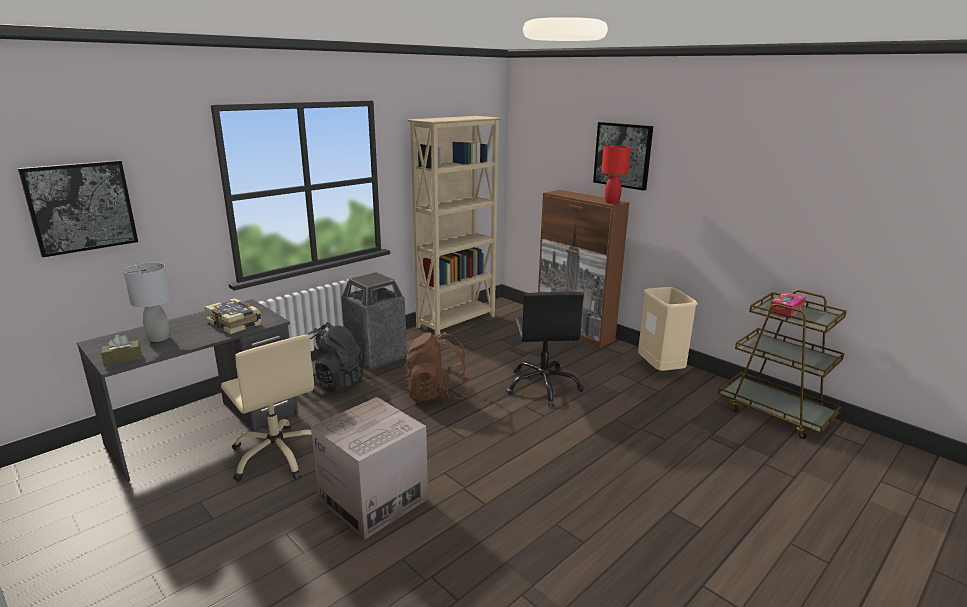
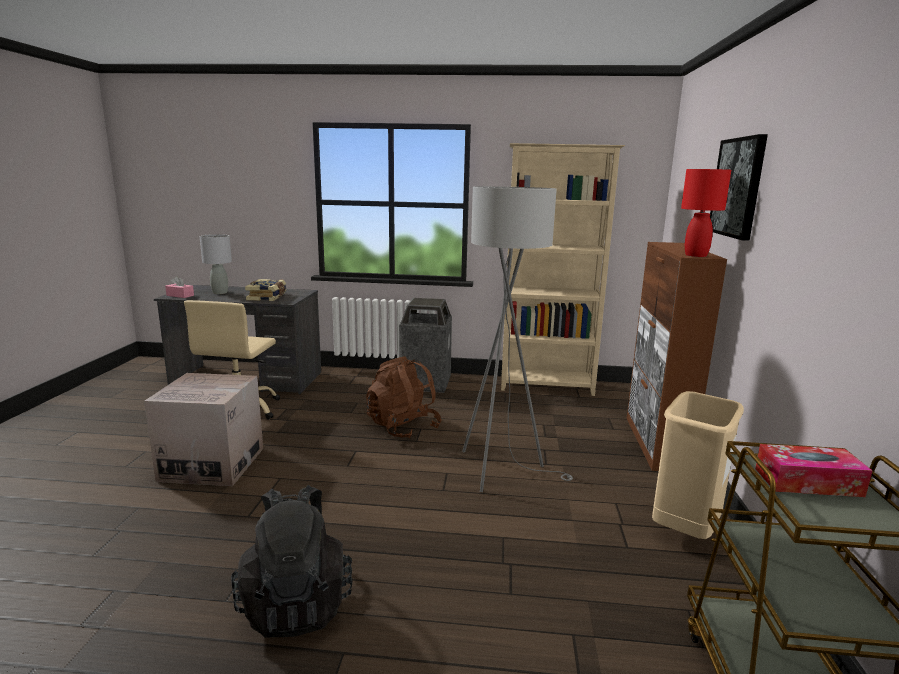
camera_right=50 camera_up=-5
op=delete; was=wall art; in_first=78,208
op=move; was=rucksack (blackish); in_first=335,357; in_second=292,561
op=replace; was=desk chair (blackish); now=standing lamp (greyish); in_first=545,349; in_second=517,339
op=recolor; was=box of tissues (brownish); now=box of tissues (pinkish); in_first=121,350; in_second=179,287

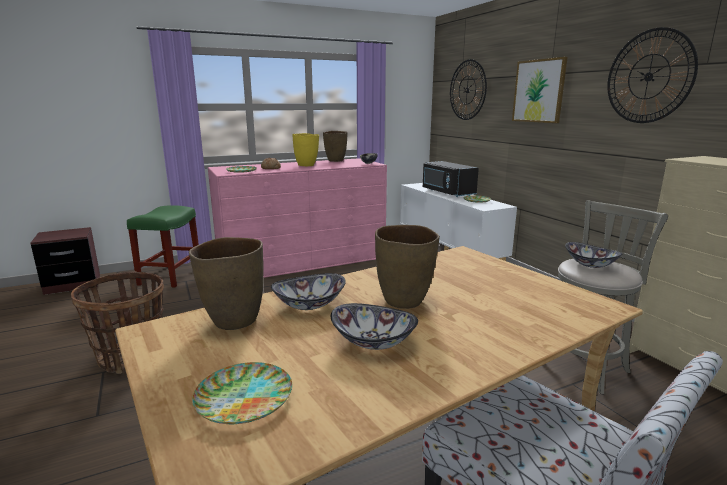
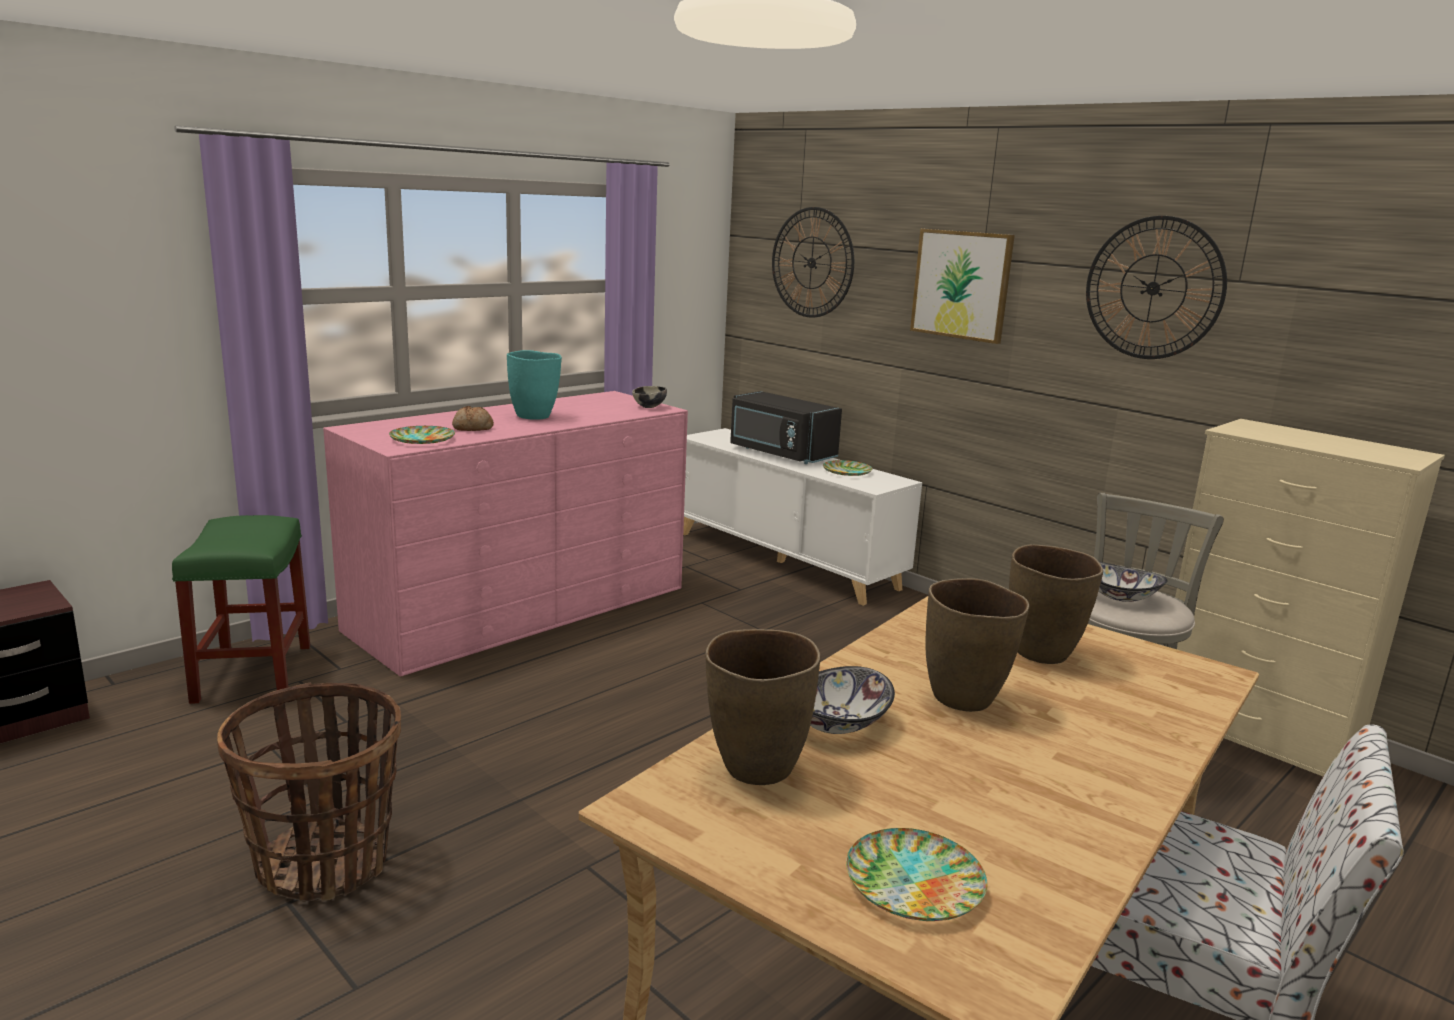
camera_right=-20 camera_up=0
op=delete; was=deep dish; in_first=374,326
op=move; was=vase (brownish); in_first=335,146; in_second=1056,604
op=recolor; was=vase (yellow-coloured); now=vase (turquoise); in_first=305,149; in_second=534,385

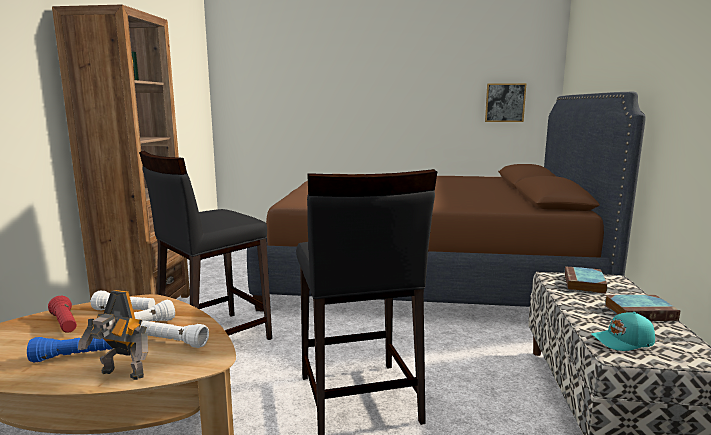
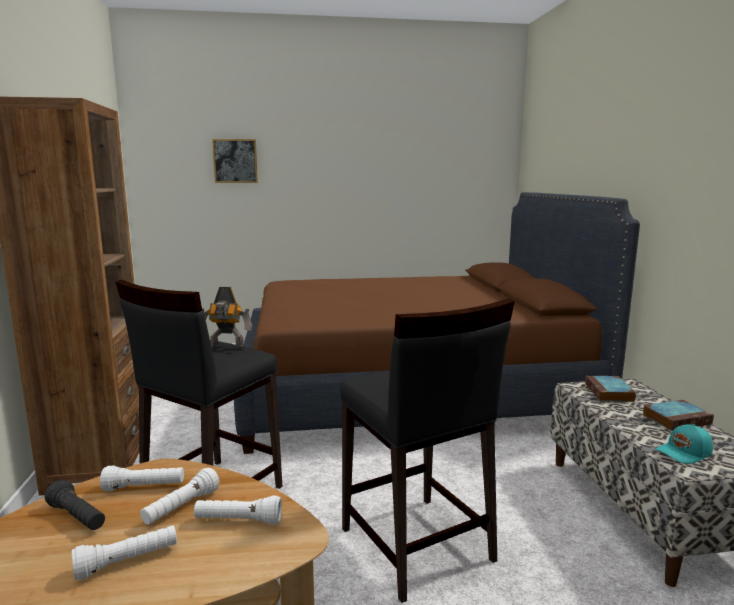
camera_right=-15 camera_up=0
op=move; was=robot figure; in_first=113,335; in_second=227,318
op=move; was=wall art; in_first=506,102; in_second=235,161
op=recolor; was=hand torch (blue); now=hand torch (whitish); in_first=70,350; in_second=124,552
op=recolor; was=hand torch (reddish); now=hand torch (blackish); in_first=62,314; in_second=75,505

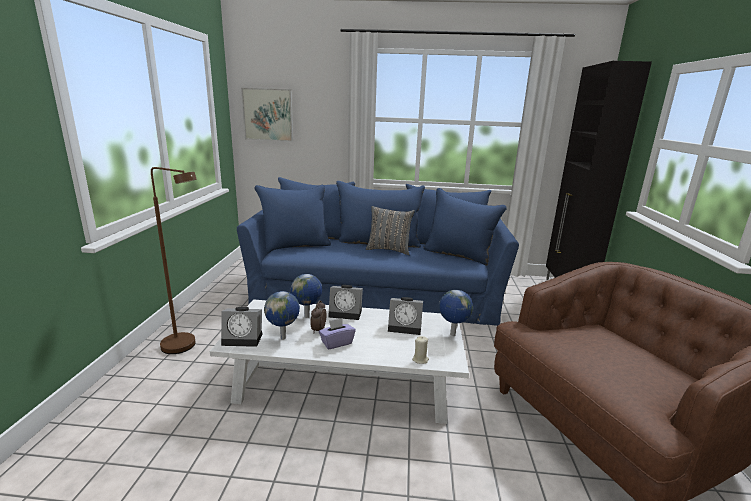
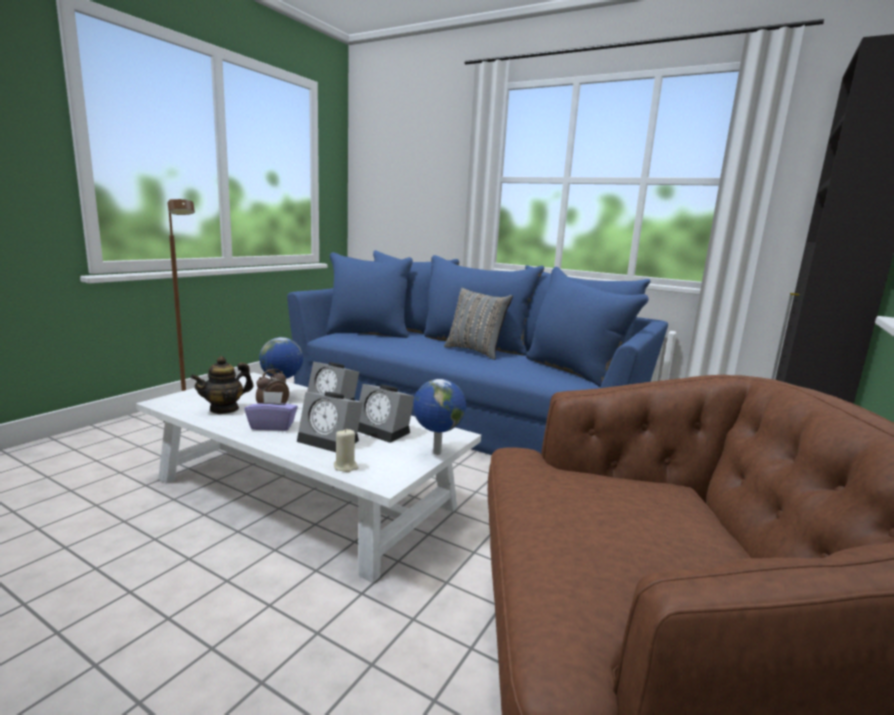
camera_right=25 camera_up=-5
op=delete; was=wall art; in_first=267,115
op=move; was=bedside clock; in_first=242,327; in_second=330,422
op=replace; was=desk globe; now=teapot; in_first=282,315; in_second=221,385

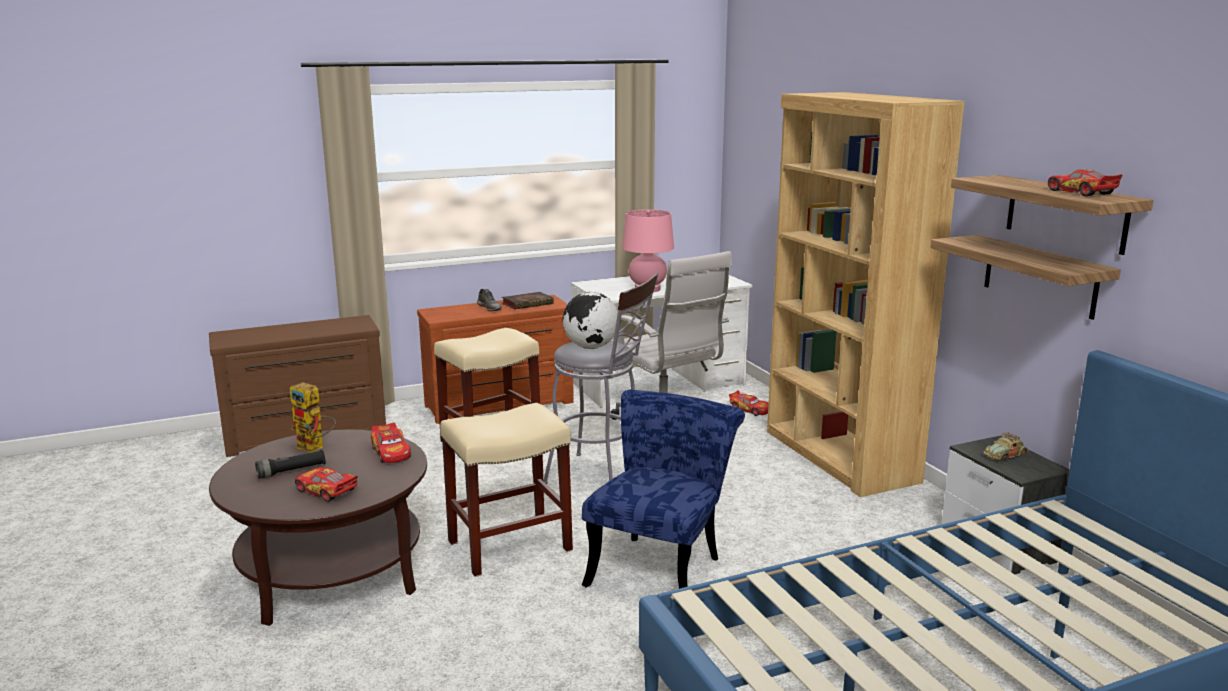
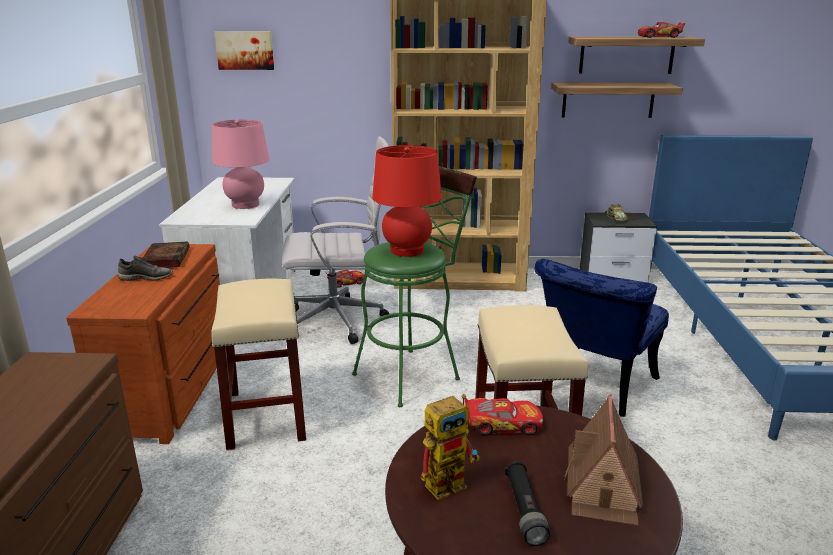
camera_right=-65 camera_up=5
op=insert; now=wall art; in_second=244,50
op=replace; was=toy car; now=miniature house; in_first=326,484; in_second=603,459
op=replace; was=desk globe; now=tabletop lamp (reddish); in_first=590,320; in_second=407,201
op=recolor; was=stool seat (greyish); now=stool seat (green); in_first=600,378; in_second=414,286
op=rotate; was=upright chair (blue); in_first=663,489; in_second=601,338; clockwise=-105

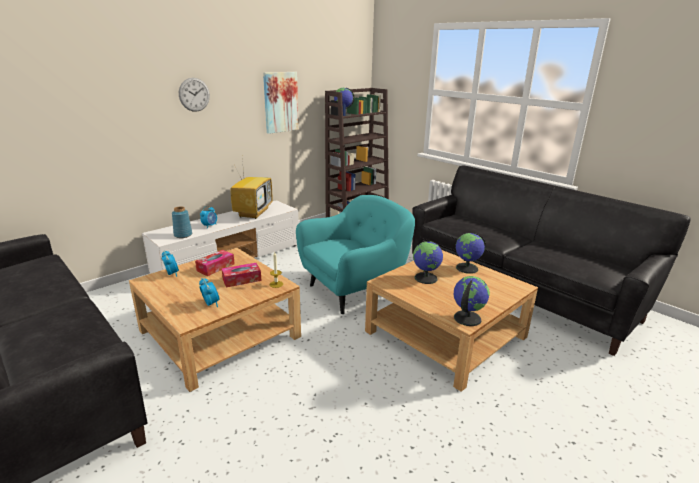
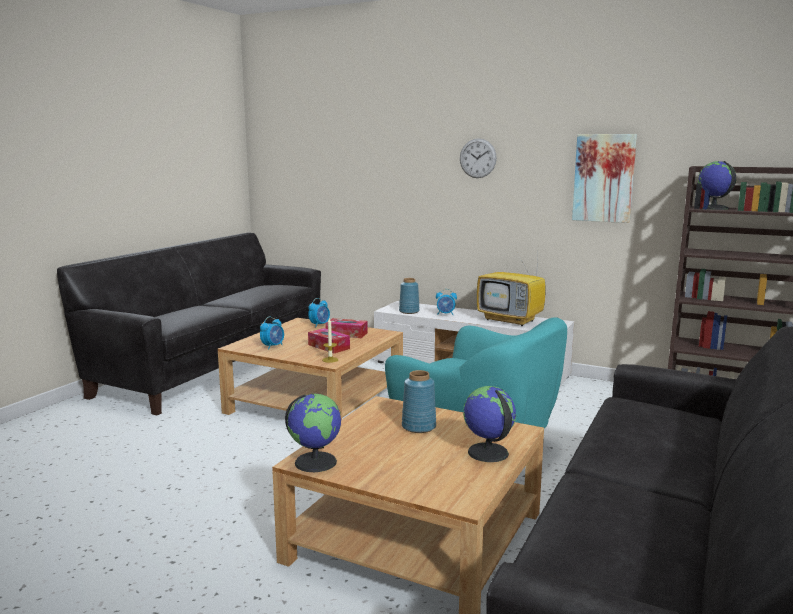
camera_right=70 camera_up=-10
op=replace; was=desk globe; now=vase (blue); in_first=428,262; in_second=419,401
op=rotate; was=TV set; in_first=251,189; in_second=511,288; clockwise=45

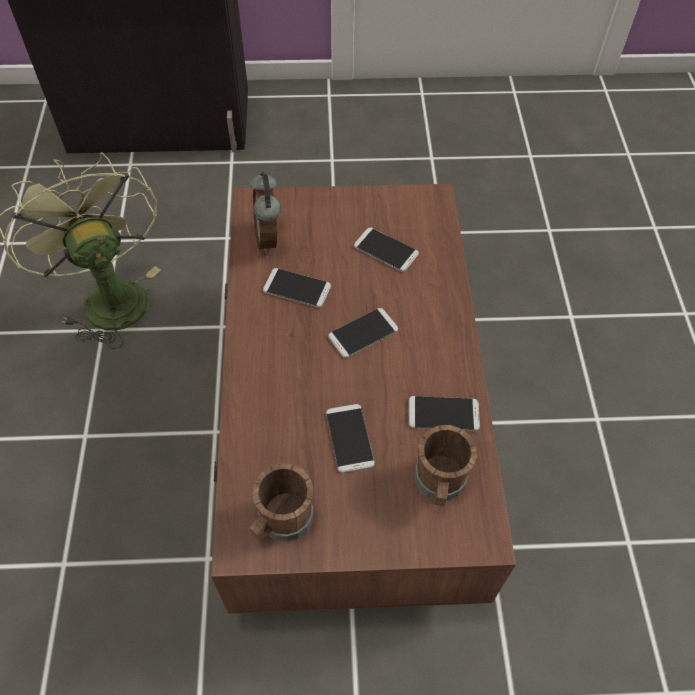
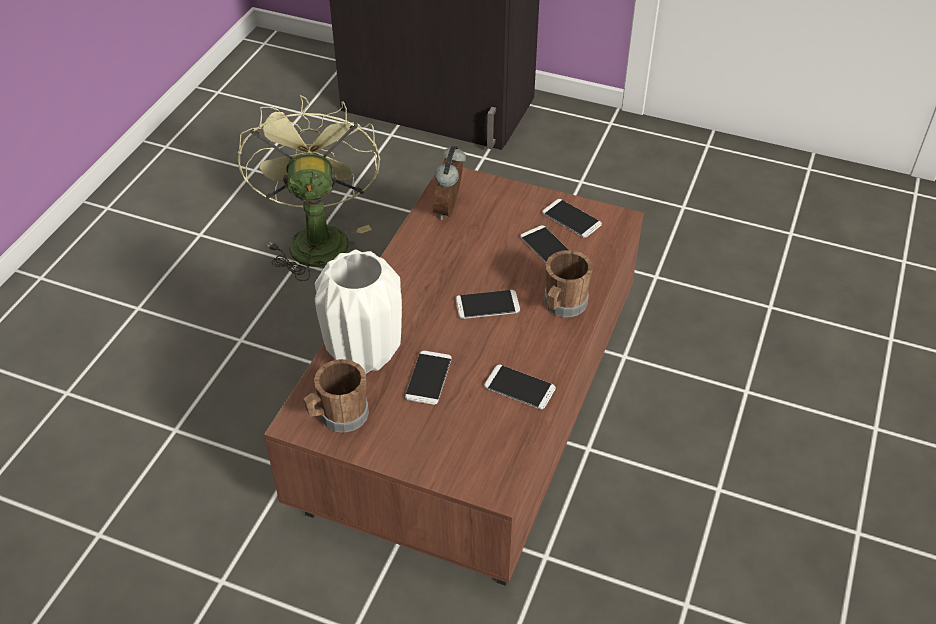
camera_right=25 camera_up=-10
op=insert; now=vase (whitish); in_second=358,312
op=move; was=phone; in_first=297,287; in_second=572,218
op=move; was=tea mug (brownish); in_first=446,465; in_second=568,283

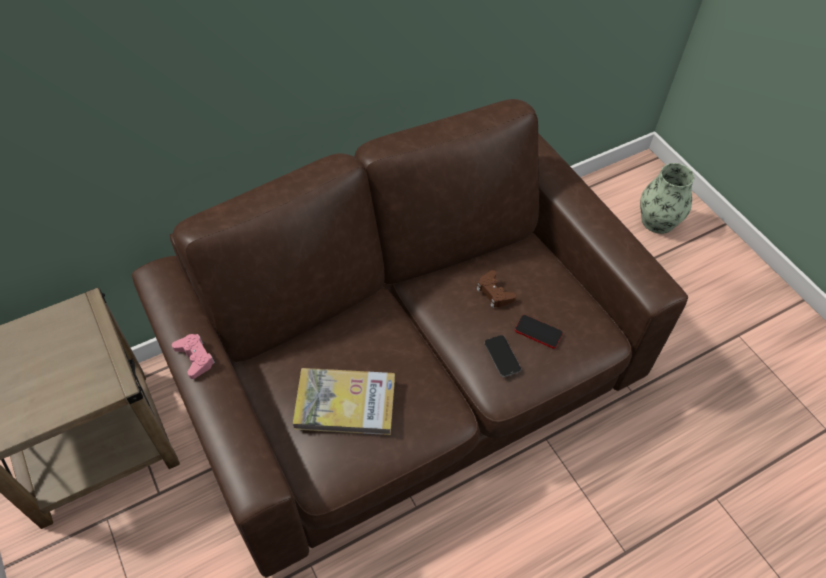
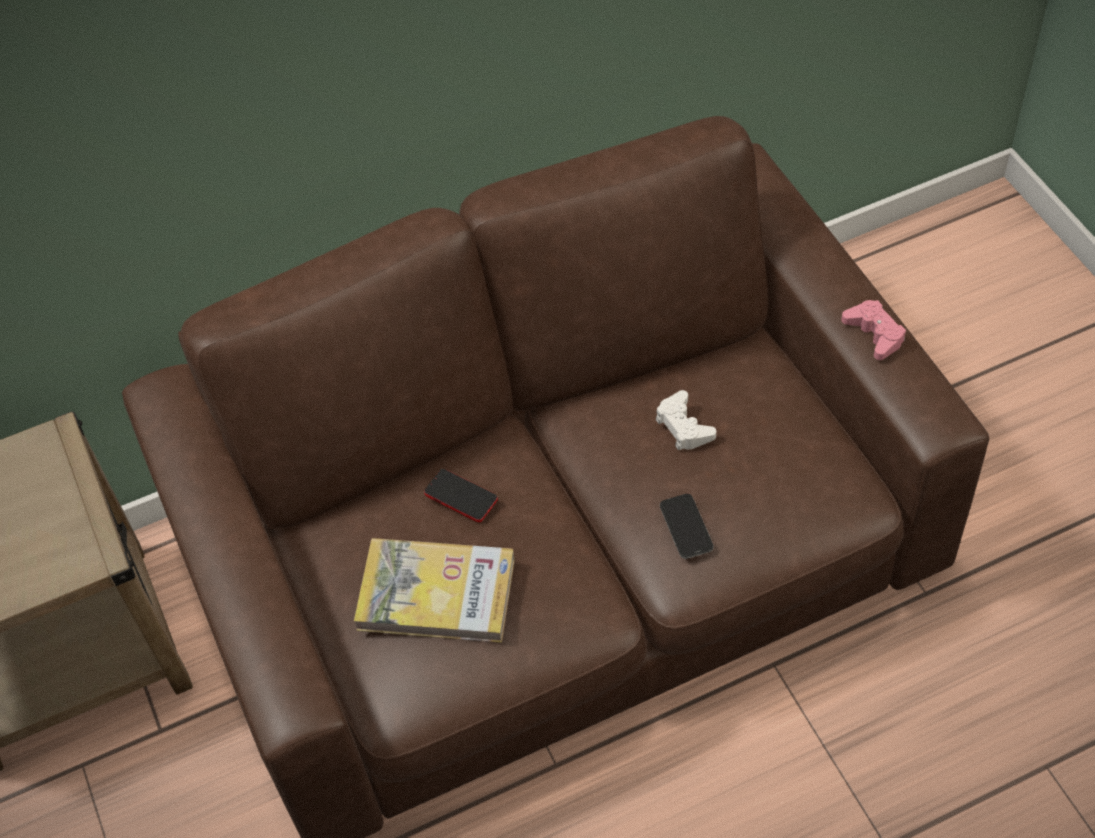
camera_right=10 camera_up=0
op=delete; was=vase; in_first=667,198
op=move; was=gamepad (pinkish); in_first=193,356; in_second=874,330
op=move; was=phone; in_first=539,332; in_second=461,495
op=recolor; was=gamepad (brownish); now=gamepad (whitish); in_first=496,289; in_second=686,420

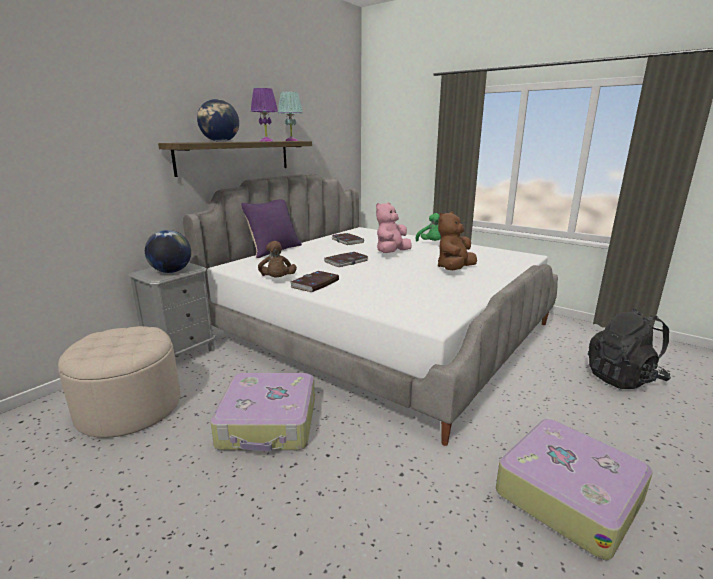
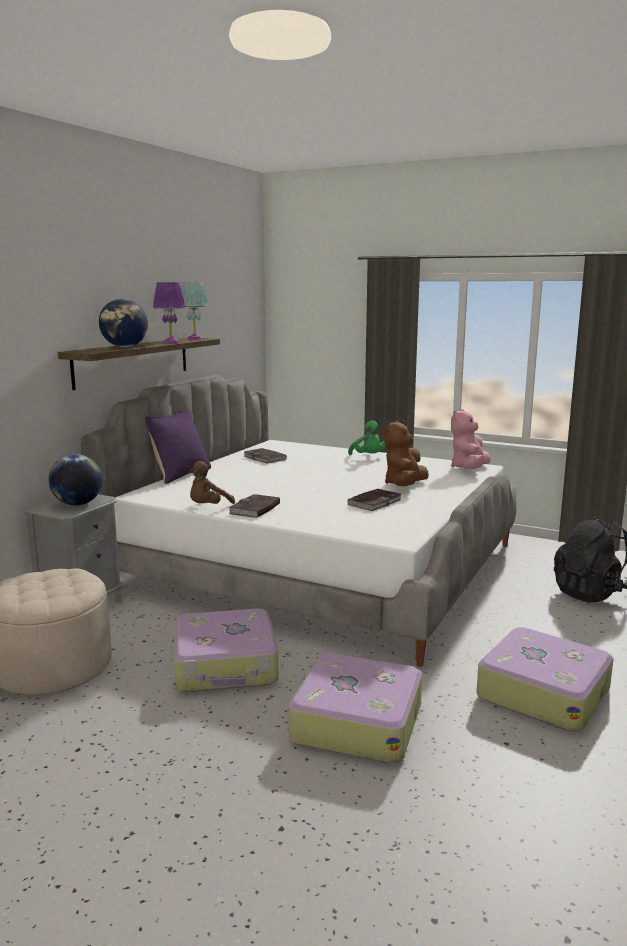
camera_right=-10 camera_up=-5
op=insert; now=piece of luggage; in_second=355,708
op=move; was=bound book; in_first=346,259; in_second=374,500
op=move; was=cuddly toy (pinkish); in_first=394,227; in_second=471,439
op=rotate; was=cuddly toy (brownish); in_first=277,259; in_second=212,482; clockwise=60

